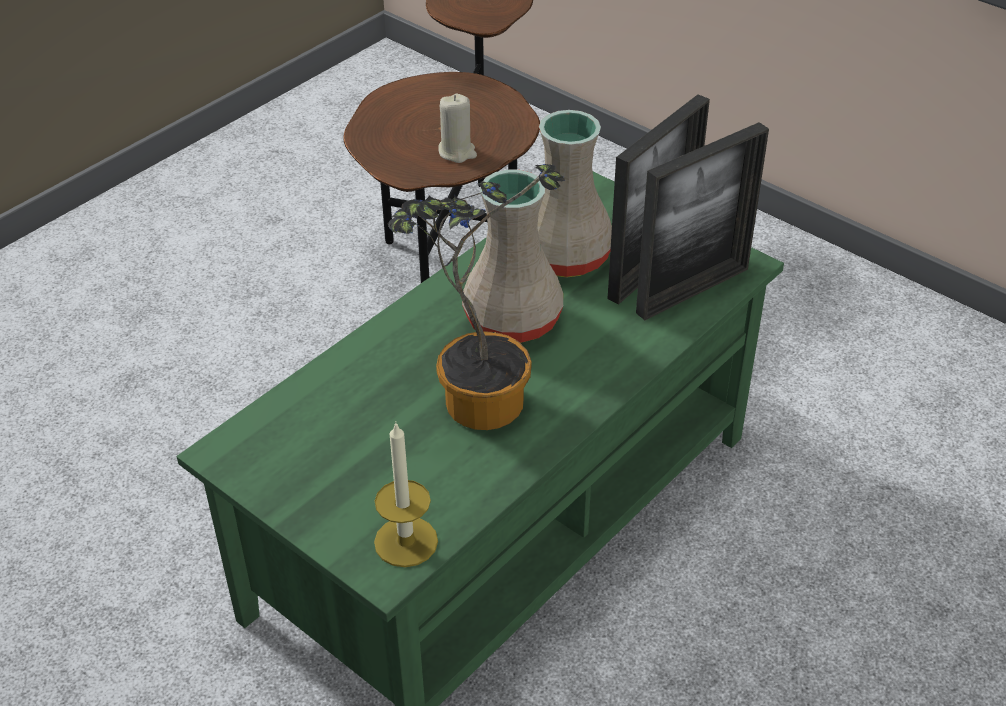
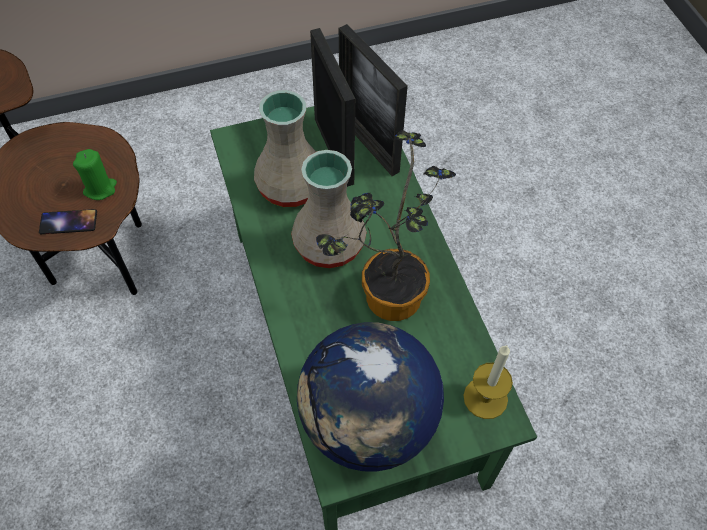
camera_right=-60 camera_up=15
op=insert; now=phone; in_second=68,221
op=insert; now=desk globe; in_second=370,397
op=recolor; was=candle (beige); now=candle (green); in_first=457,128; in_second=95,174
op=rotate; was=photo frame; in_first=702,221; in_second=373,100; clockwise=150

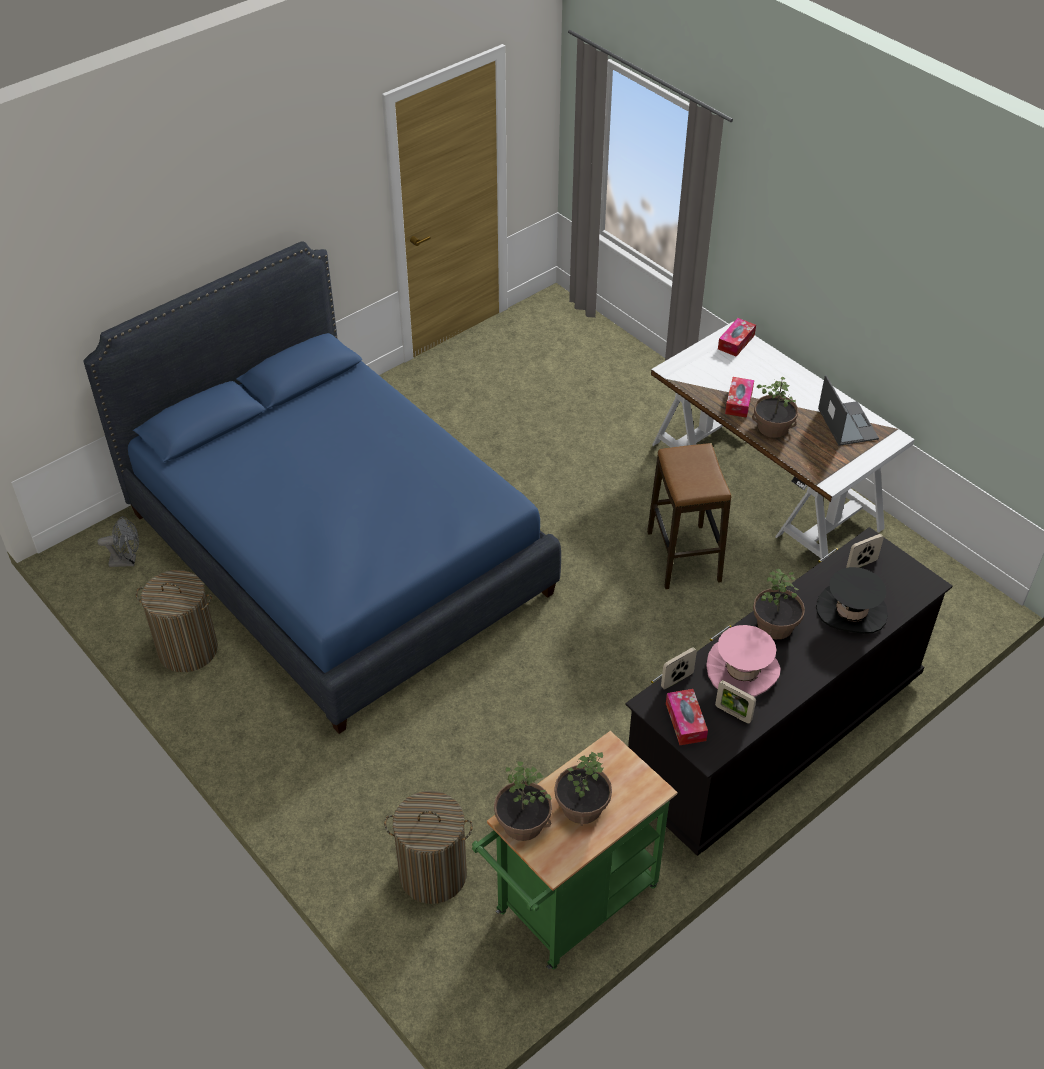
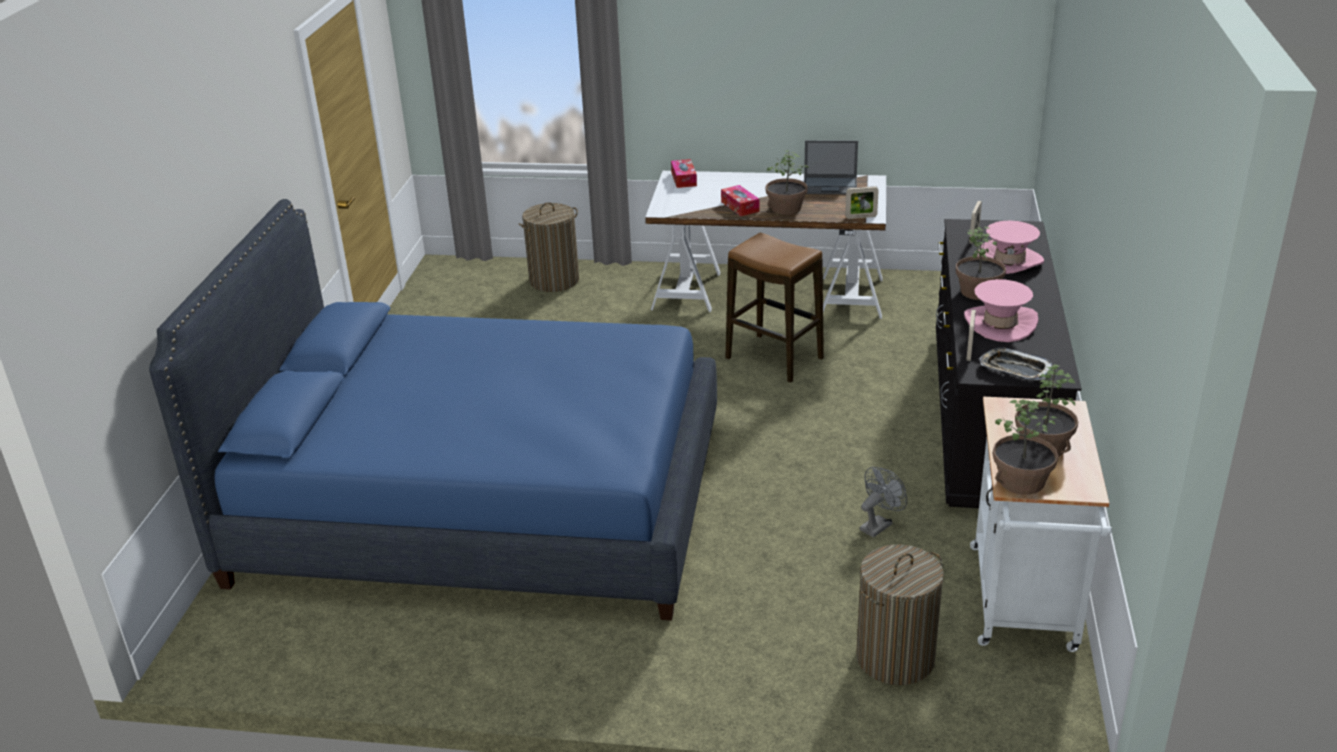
camera_right=-40 camera_up=-15
op=move; was=electric fan (greyish); in_first=118,541; in_second=883,502
op=move; was=laundry basket; in_first=177,621; in_second=549,247
op=move; was=photo frame; in_first=735,702; in_second=862,202
op=replace; was=box of tissues; now=carrying tray; in_first=687,717; in_second=1016,364
op=recolor; was=trolley (green); now=trolley (whitish); in_first=574,850; in_second=1041,524
op=recolor; was=clothing hat (blackish); now=clothing hat (pinkish); in_first=852,600; in_second=1011,247
op=rotate; was=laptop; in_first=848,410; in_second=831,167; clockwise=150

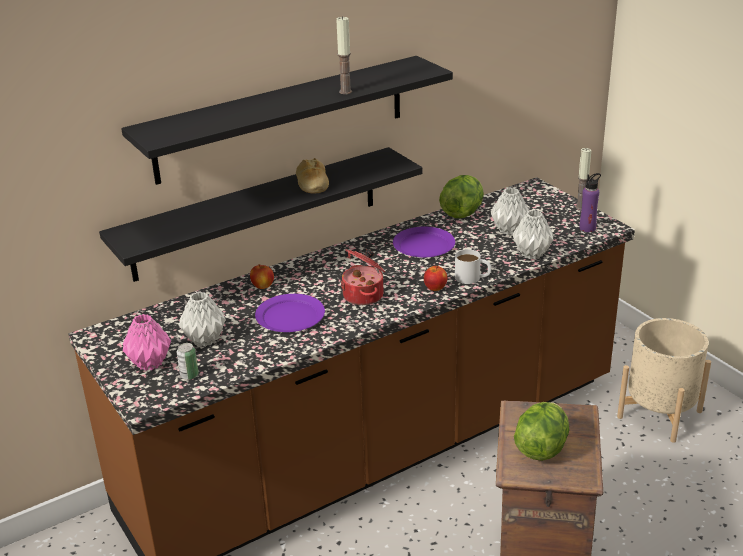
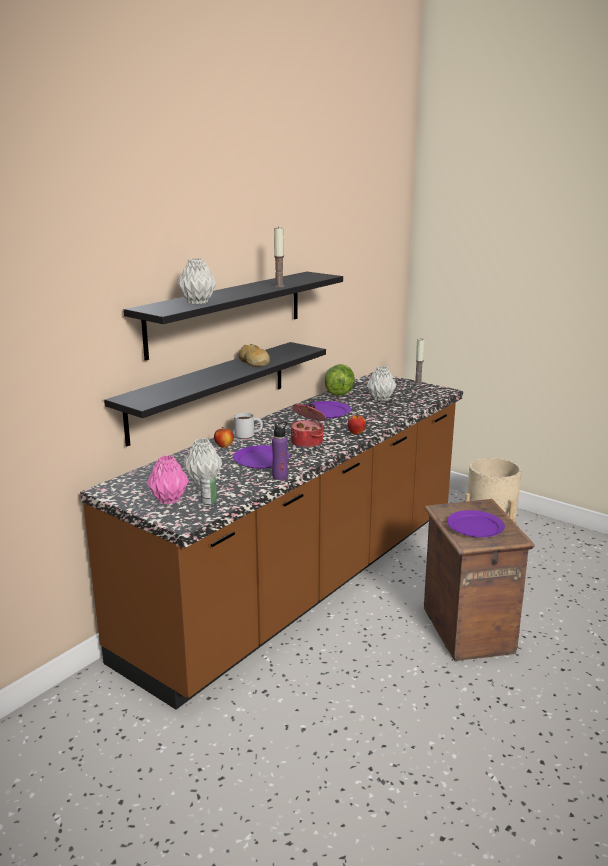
camera_right=-20 camera_up=-10
op=move; was=tea mug (whitish); in_first=473,266; in_second=248,425
op=move; was=vase (greyish); in_first=533,234; in_second=196,281
op=move; was=beverage bottle (purple-coloured); in_first=590,202; in_second=280,450
op=replace; was=lettuce head; now=dinner plate (purple-coloured); in_first=541,431; in_second=476,524

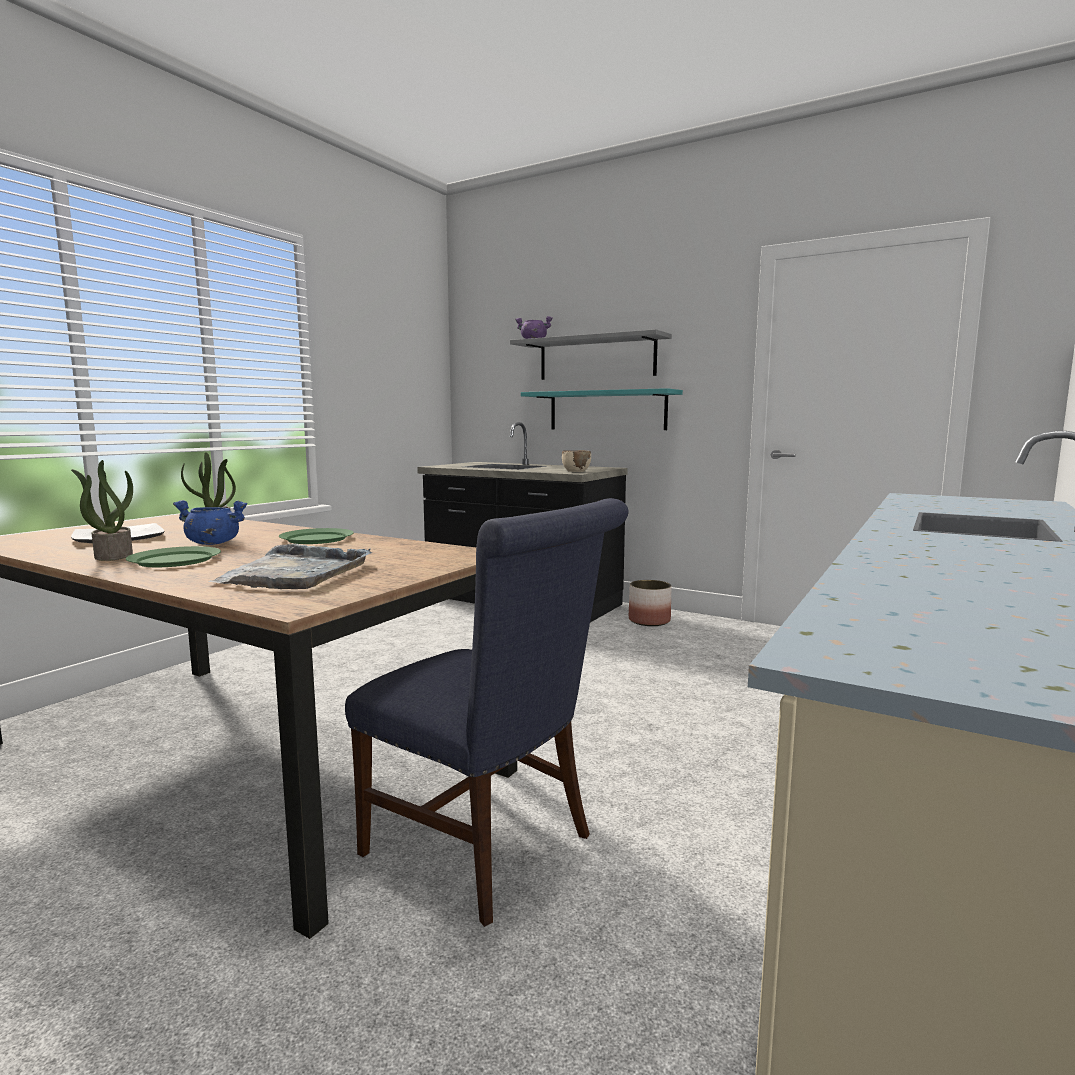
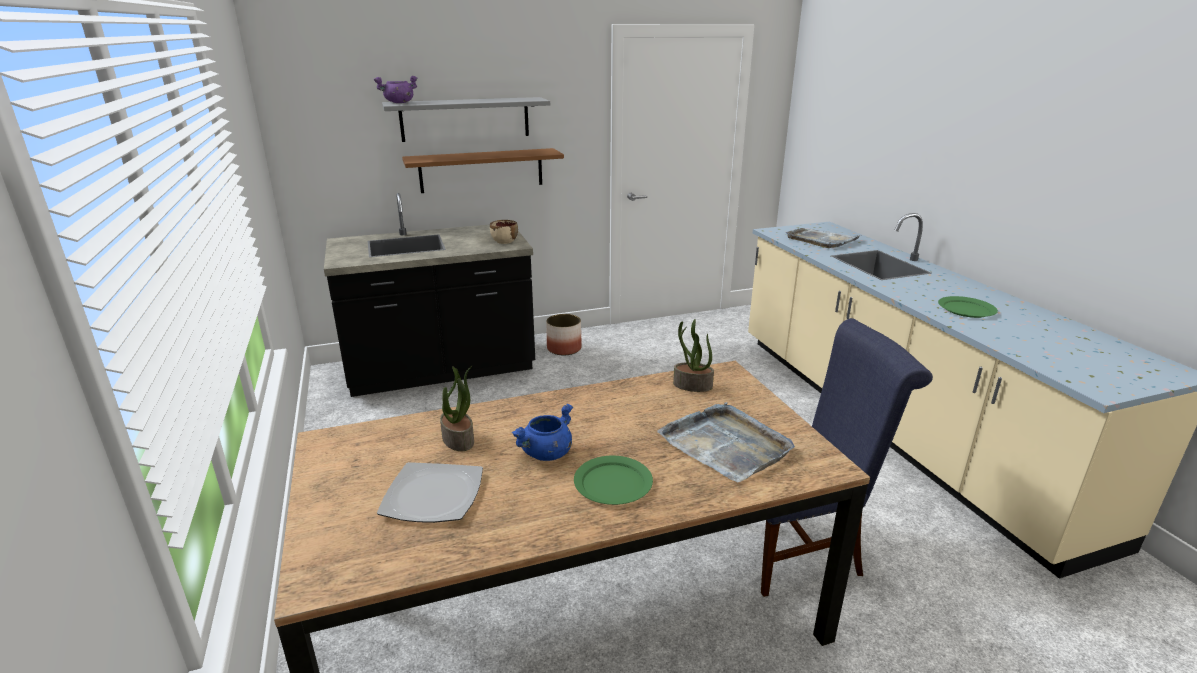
camera_right=-50 camera_up=15
op=insert; now=carrying tray (greyish); in_second=823,238
op=move; was=plant in a pot; in_first=102,510; in_second=693,355
op=move; was=dinner plate (green); in_first=316,536; in_second=968,307
op=recolor; was=shelf (turquoise); now=shelf (brownish); in_first=602,409; in_second=483,170

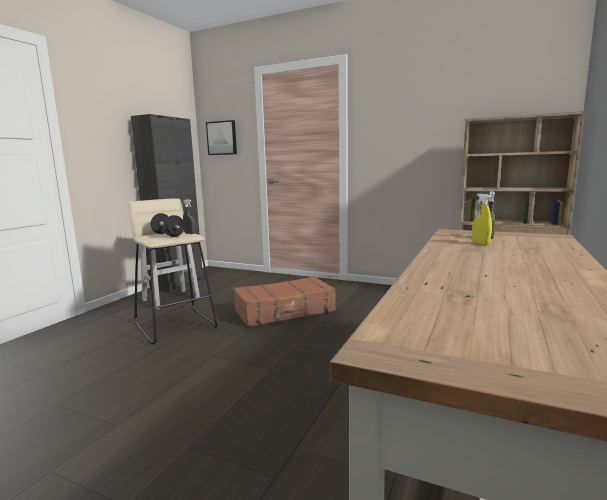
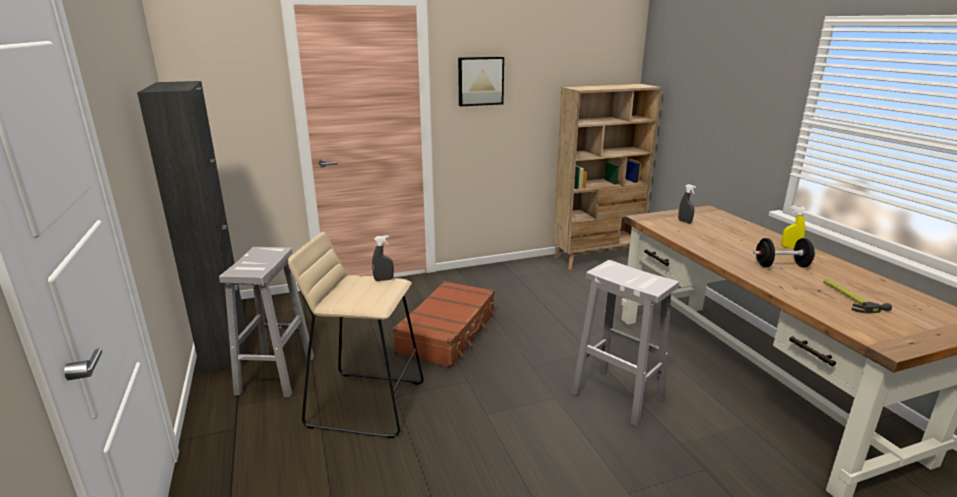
camera_right=-45 camera_up=10
op=insert; now=stool seat (whitish); in_second=625,343
op=insert; now=hand hammer; in_second=857,296
op=move; was=dumbbell (blackish); in_first=168,225; in_second=784,252
op=move; was=wall art; in_first=221,137; in_second=481,81
op=move; was=sprayer (yellow-coloured); in_first=482,219; in_second=794,227

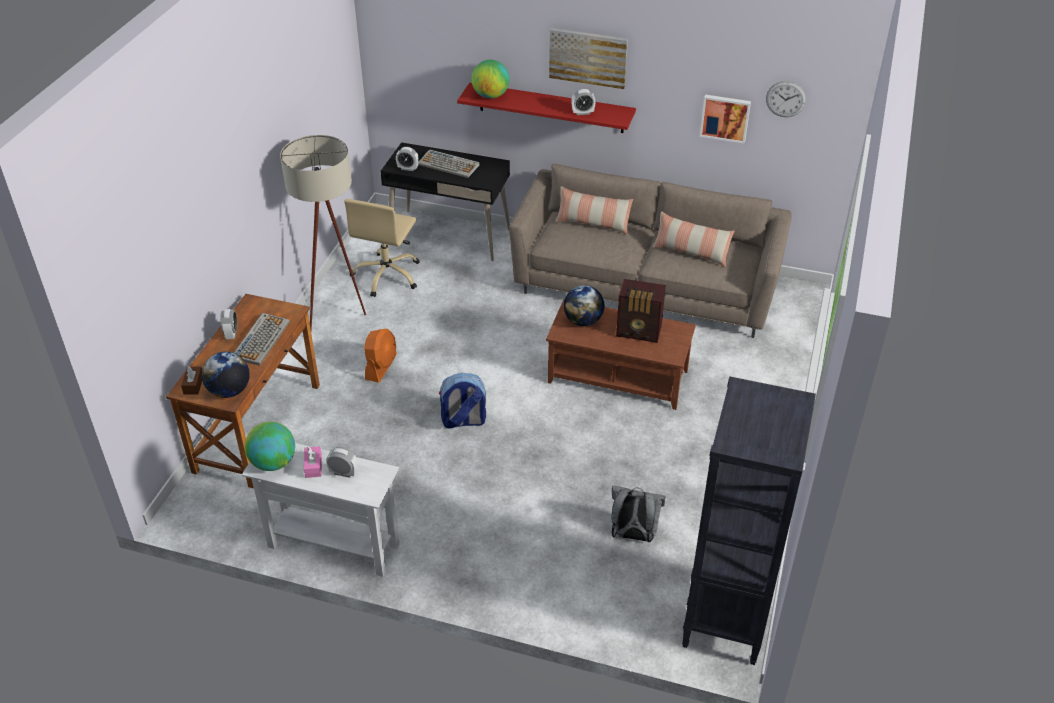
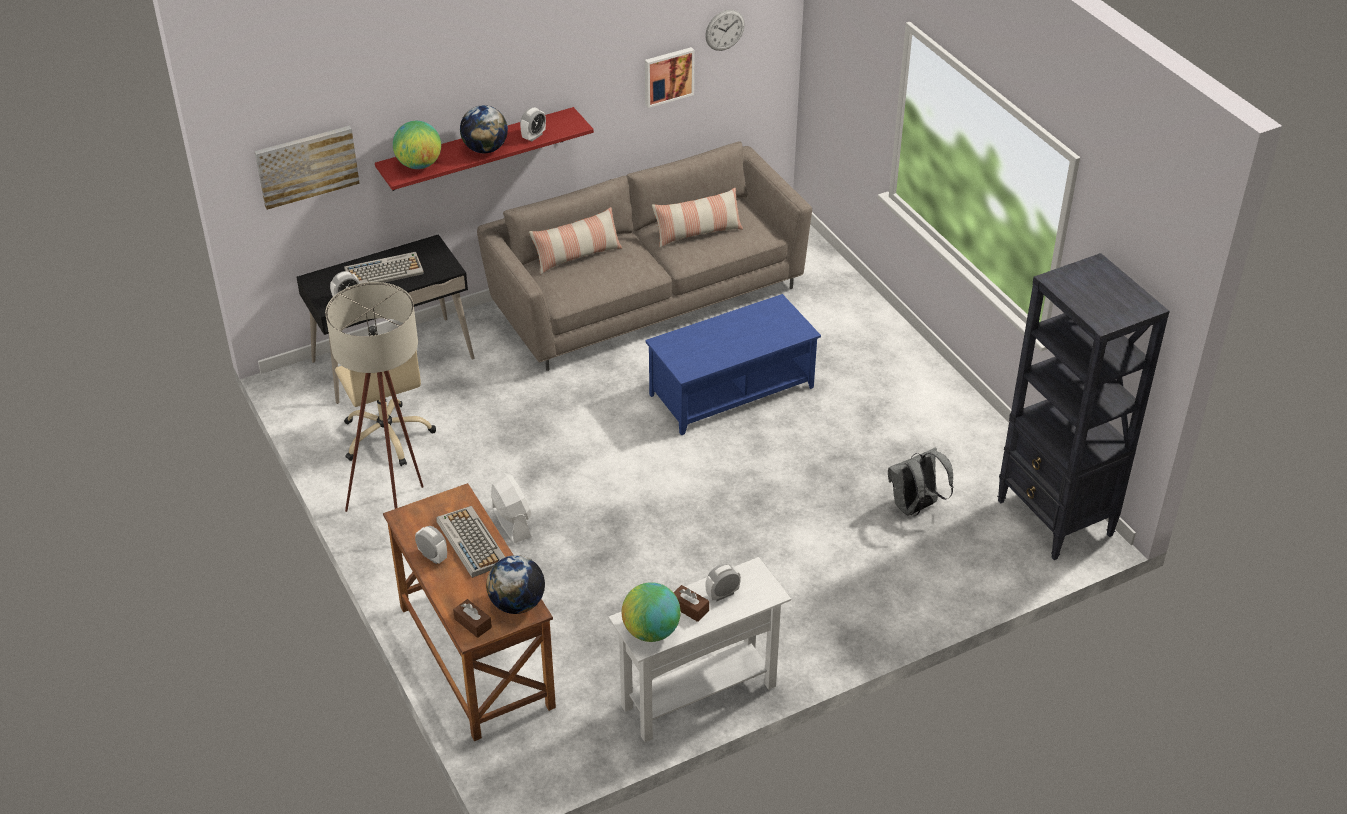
camera_right=-45 camera_up=0
op=delete; was=rucksack; in_first=462,401
op=delete; was=radio receiver; in_first=641,311
op=move; was=wall art; in_first=588,58; in_second=307,168
op=move; was=desk globe; in_first=584,305; in_second=484,129
op=recolor; was=box of tissues (pinkish); now=box of tissues (brownish); in_first=313,462; in_second=691,603
op=recolor; was=electric fan (orange-coloured); now=electric fan (whitish); in_first=380,356; in_second=511,508
op=recolor; was=coffee table (brownish); now=coffee table (blue); in_first=621,354; in_second=733,364

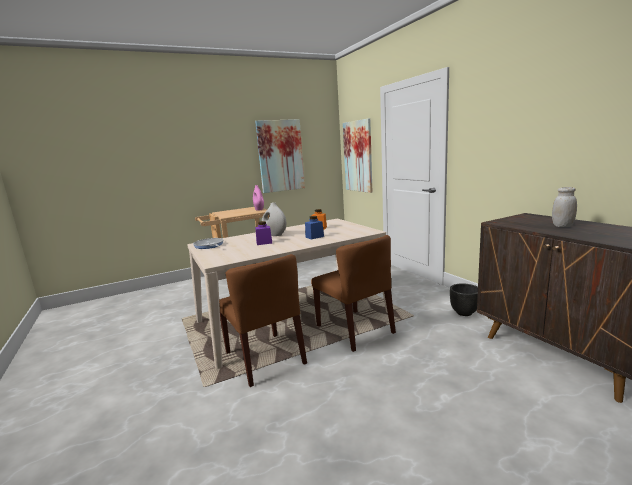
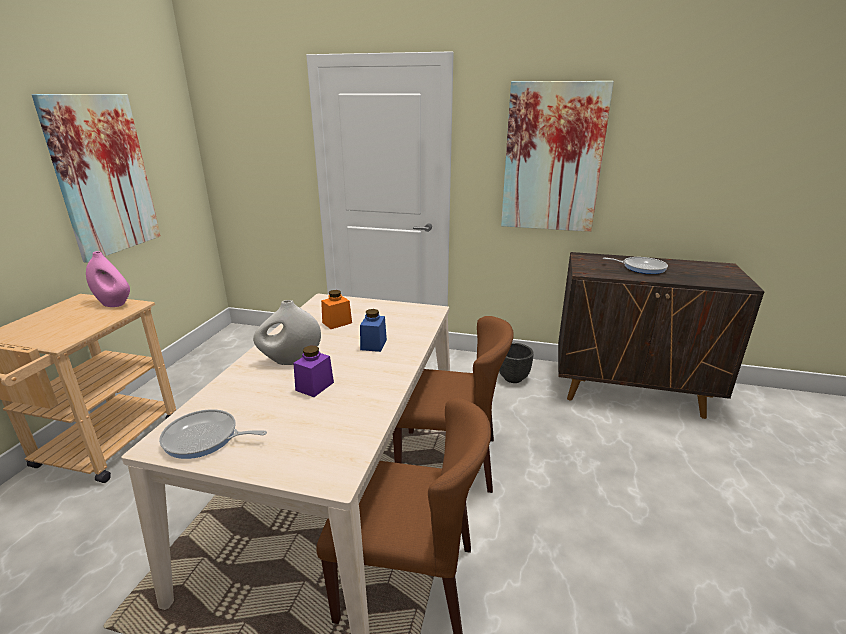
camera_right=-50 camera_up=10
op=move; was=wall art; in_first=357,155; in_second=557,156
op=replace; was=preserve jar (whitish); now=skillet; in_first=564,207; in_second=635,265

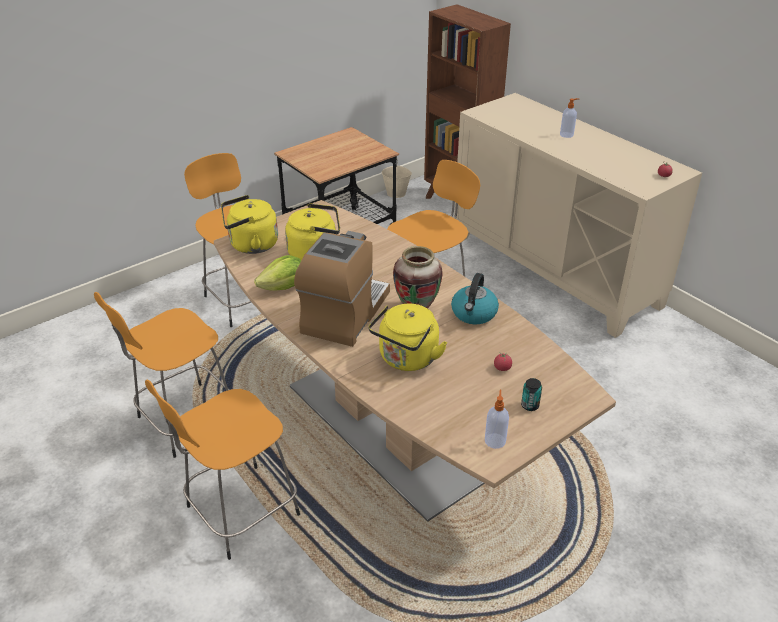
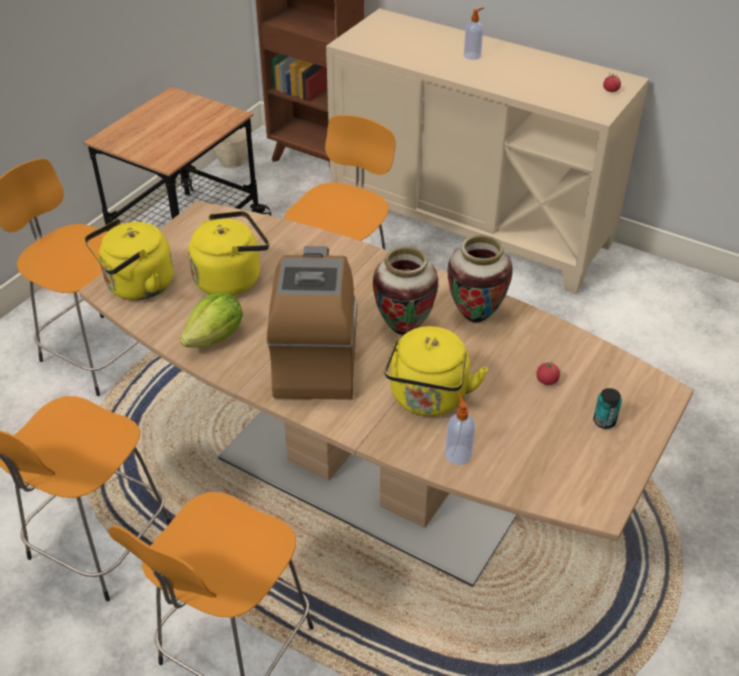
camera_right=-20 camera_up=5
op=move; was=soap dispenser; in_first=497,419; in_second=460,429
op=replace; was=water kettle; now=vase; in_first=475,298; in_second=480,279

